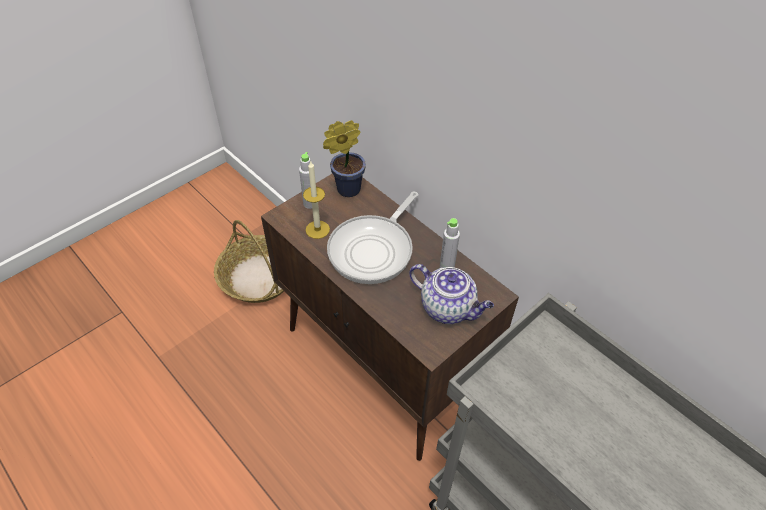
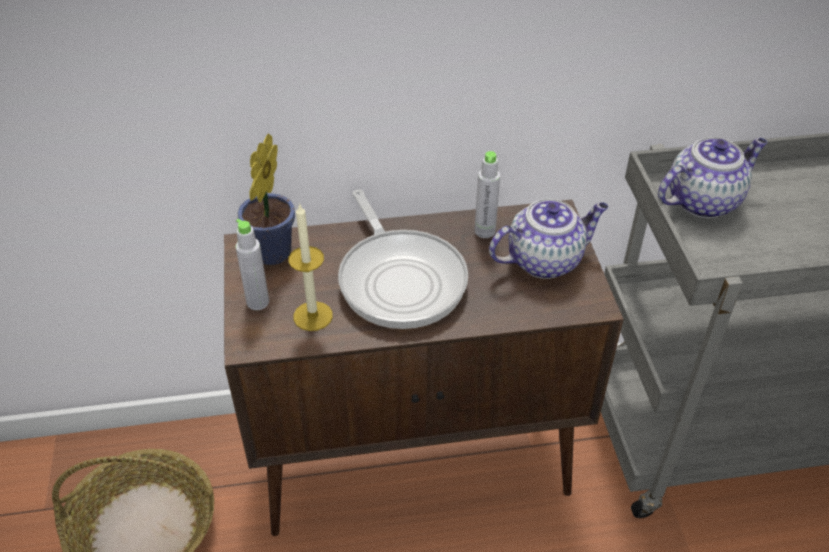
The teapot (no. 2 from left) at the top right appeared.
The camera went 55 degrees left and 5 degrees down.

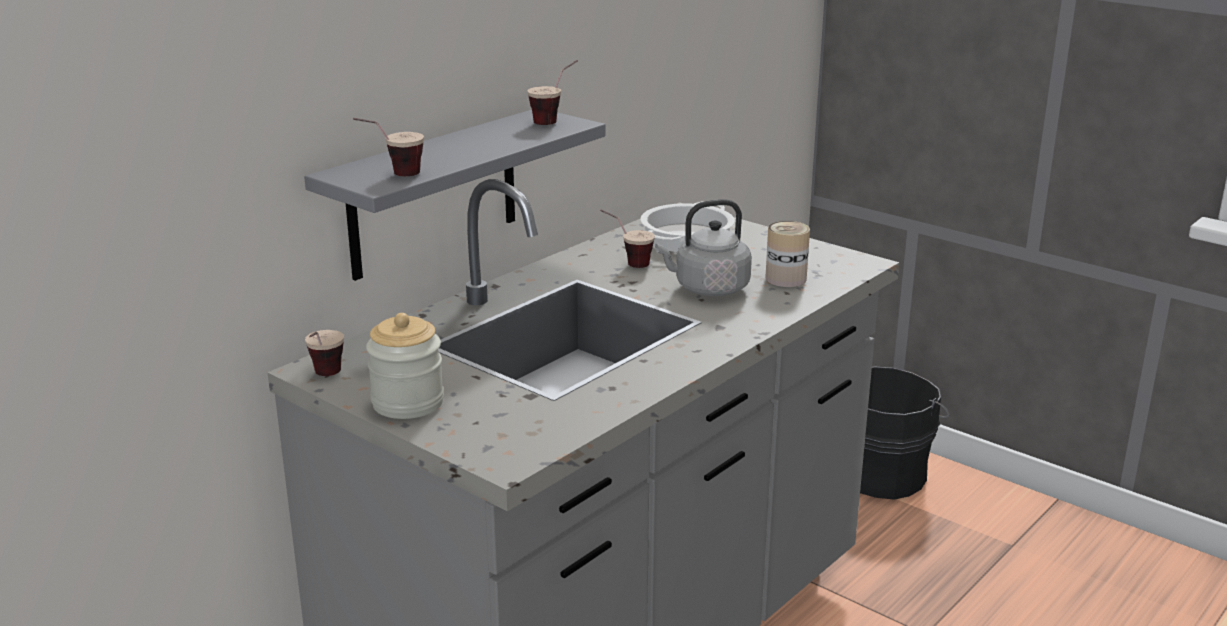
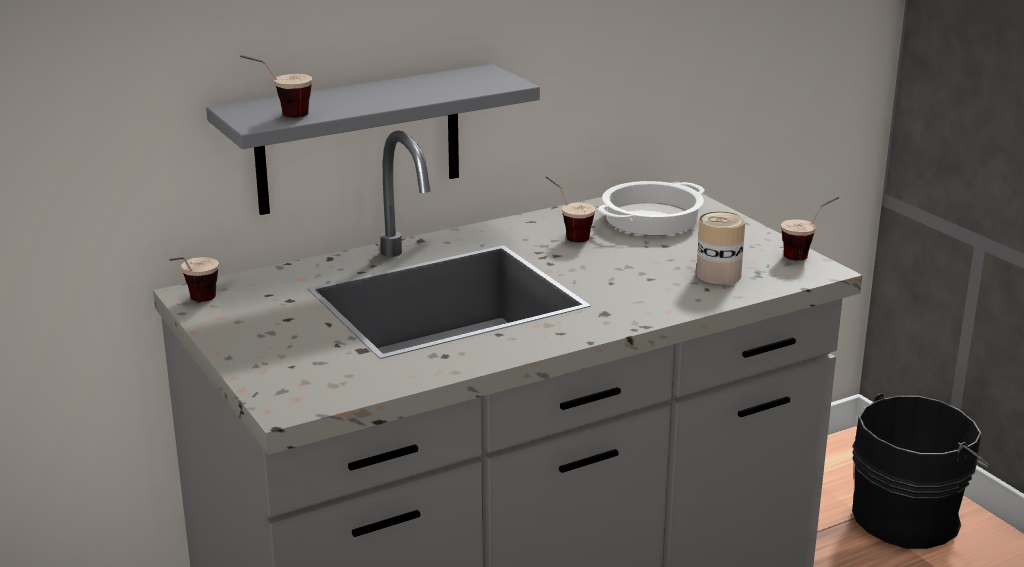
The preserve jar at the middle left disappeared.
The small cup (no. 3 from left in the first image) moved from the top centre to the middle right.
The greyish kettle at the centre disappeared.
The camera went 20 degrees right and 0 degrees up.

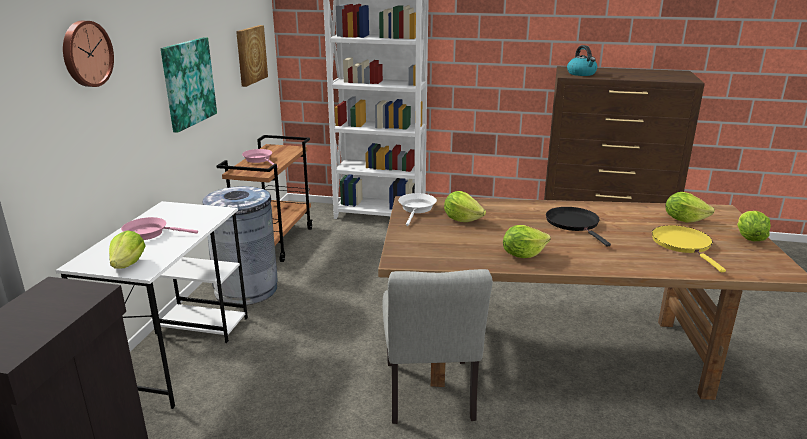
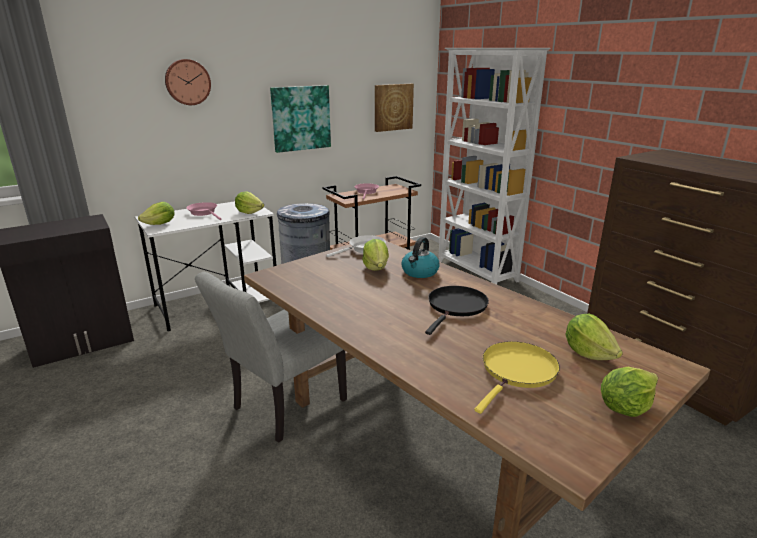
The lettuce head (no. 3 from left in the first image) moved from the centre to the middle left.
The kettle moved from the top right to the centre.
The camera went 45 degrees right and 0 degrees up.

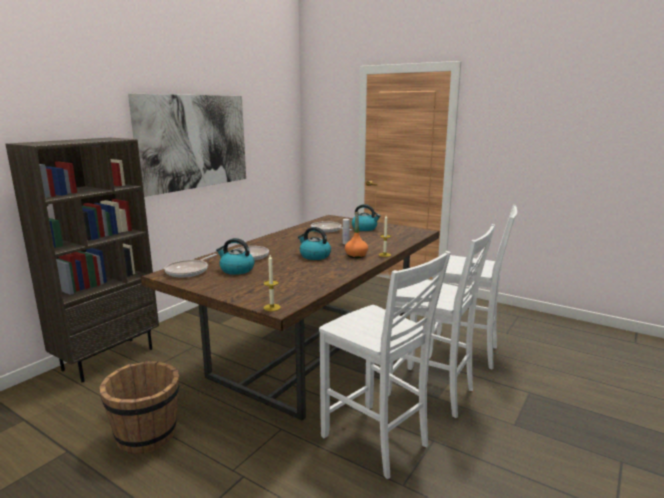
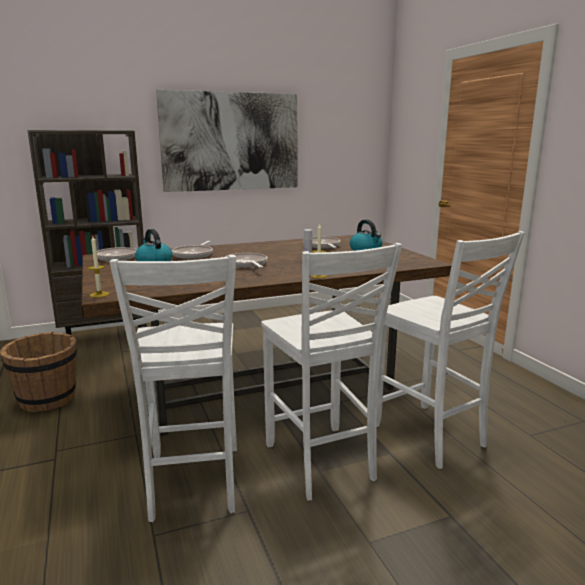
The kettle (no. 2 from left) at the centre was replaced by the skillet (no. 3 from left) at the centre.
The orange drink bottle at the centre disappeared.
The camera went 35 degrees right and 0 degrees up.

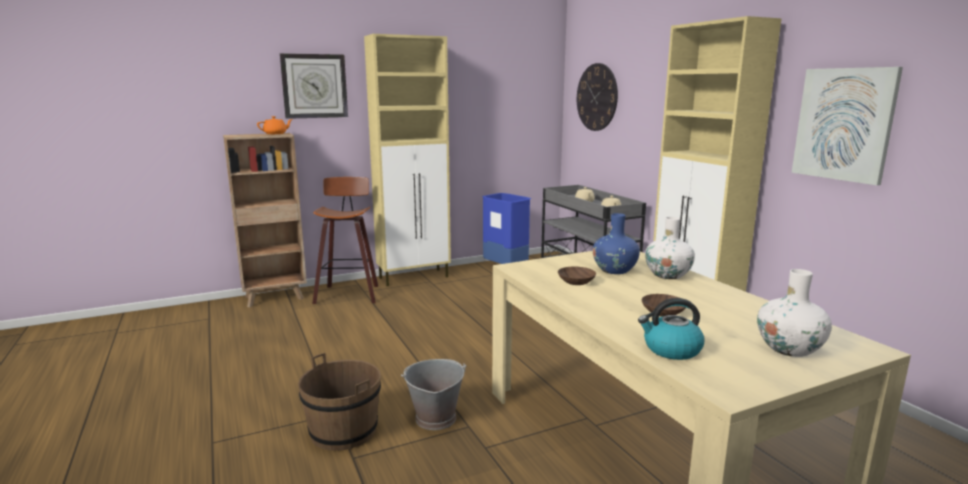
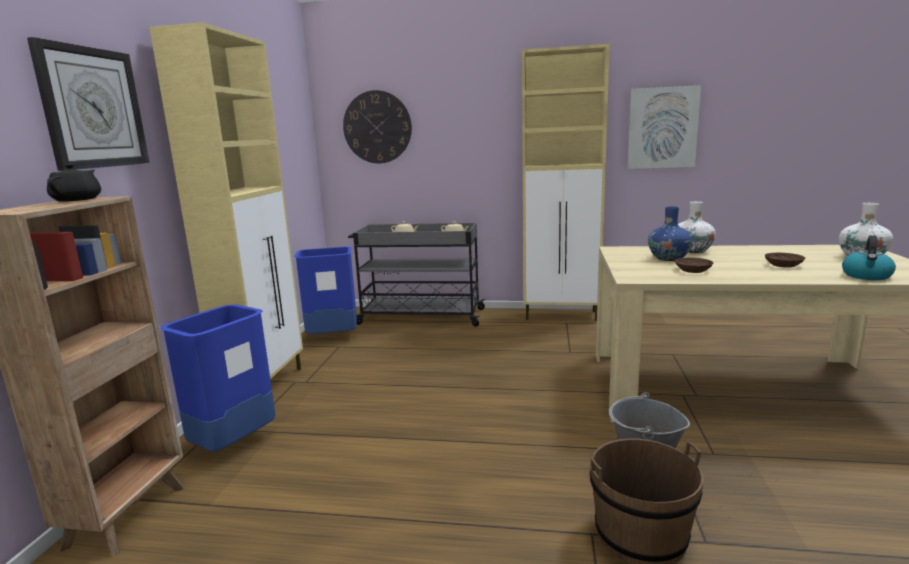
The orange teapot at the top left became the black-coloured teapot at the top left.
The stool seat at the centre was replaced by the bluish waste bin (no. 1 from left) at the bottom left.
The camera went 55 degrees left and 0 degrees up.

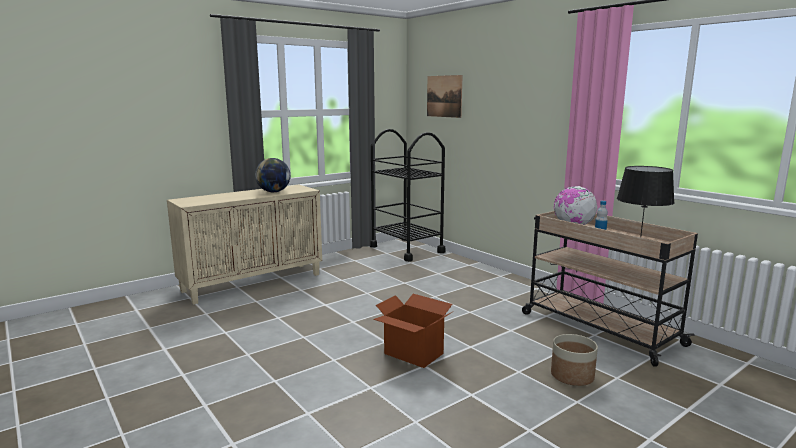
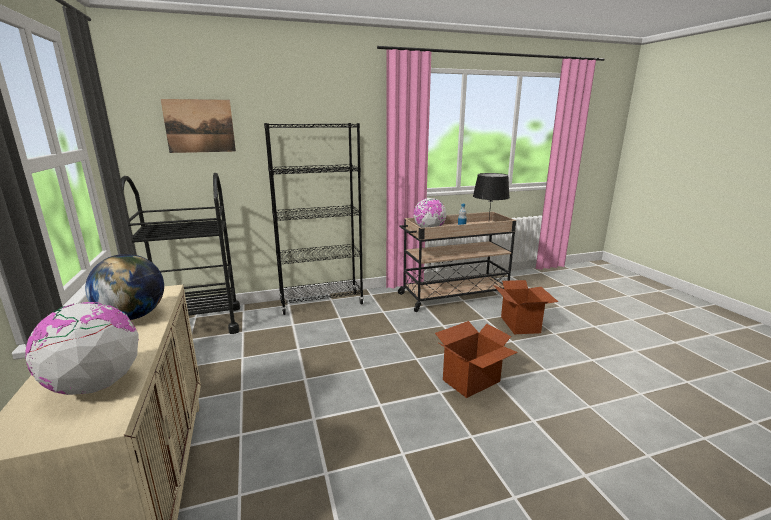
The flower pot at the bottom right was replaced by the cardboard box (no. 2 from left) at the middle right.
The desk globe (no. 1 from left) at the bottom left appeared.
The black-coloured bookcase at the centre appeared.
The camera went 70 degrees left and 5 degrees up.

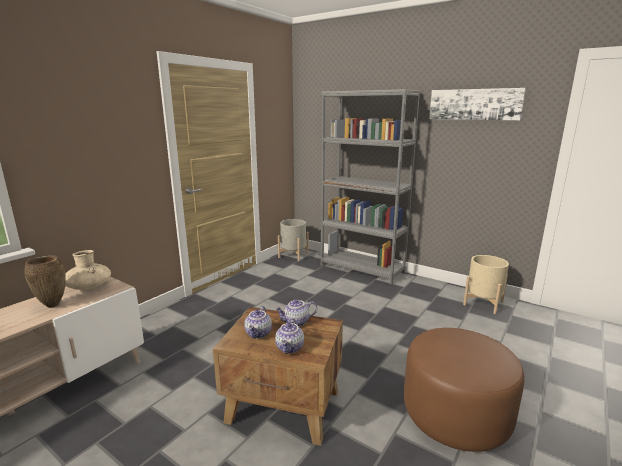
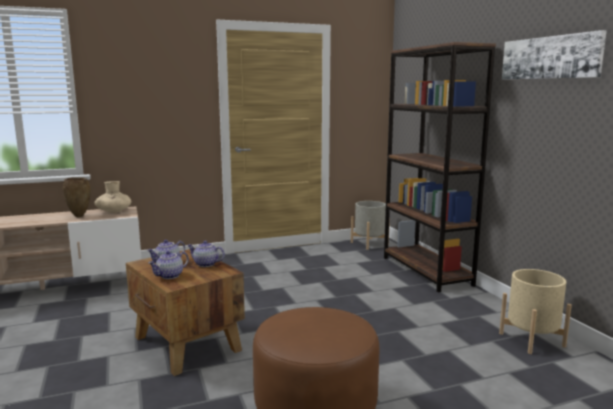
The greyish bookcase at the centre became the brown bookcase at the middle right.
The camera went 35 degrees right and 5 degrees down.

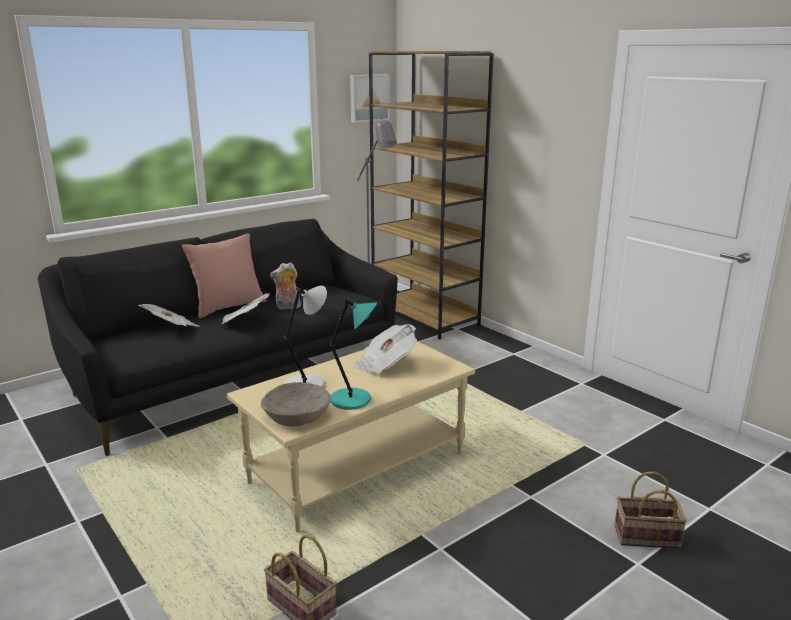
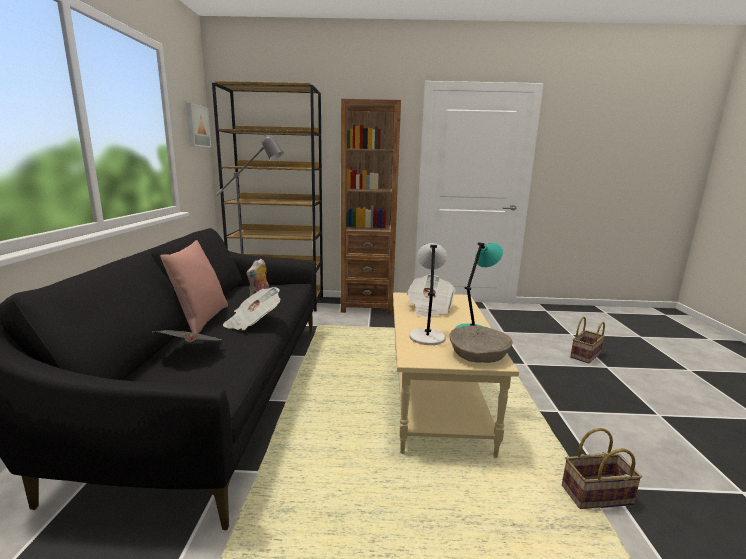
The brown bookcase (no. 2 from left) at the centre appeared.
The camera went 50 degrees left and 5 degrees down.

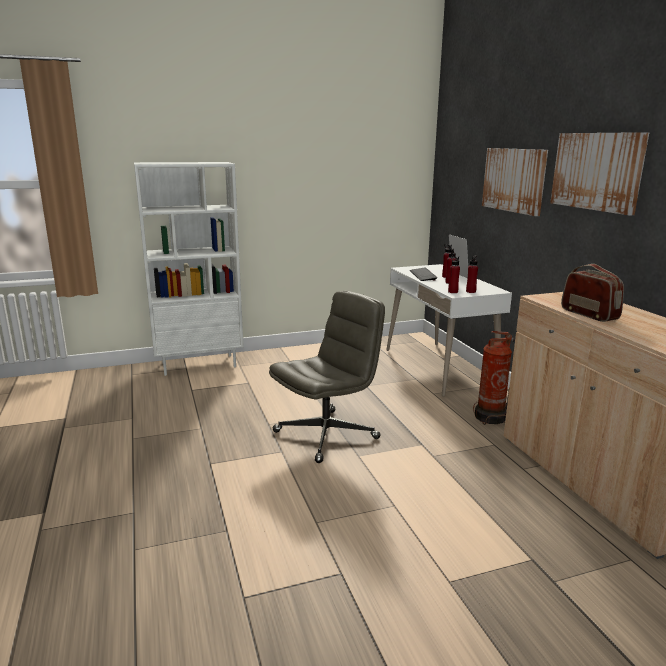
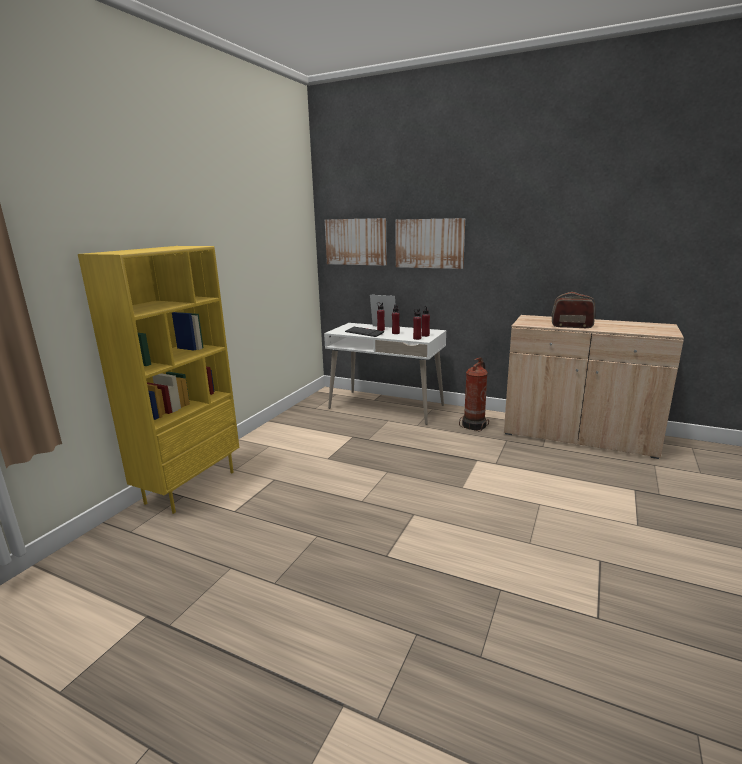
The white-coloured bookcase at the middle left became the yellow bookcase at the middle left.
The greyish computer chair at the centre disappeared.
The wall art (no. 2 from left in the first image) moved from the top right to the top centre.
The camera went 45 degrees left and 0 degrees up.

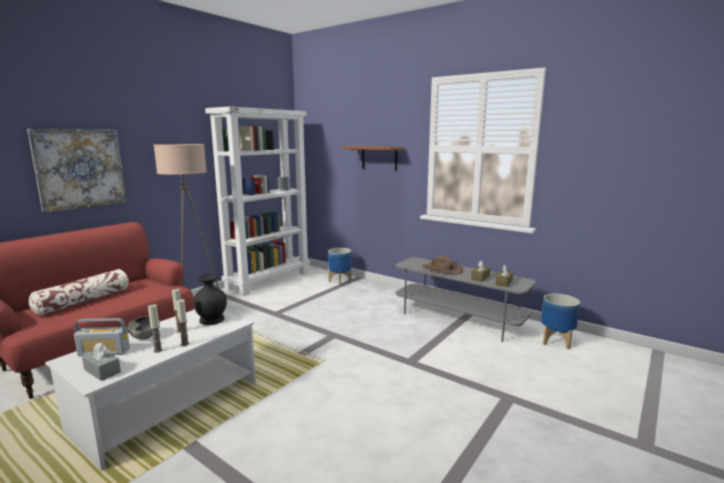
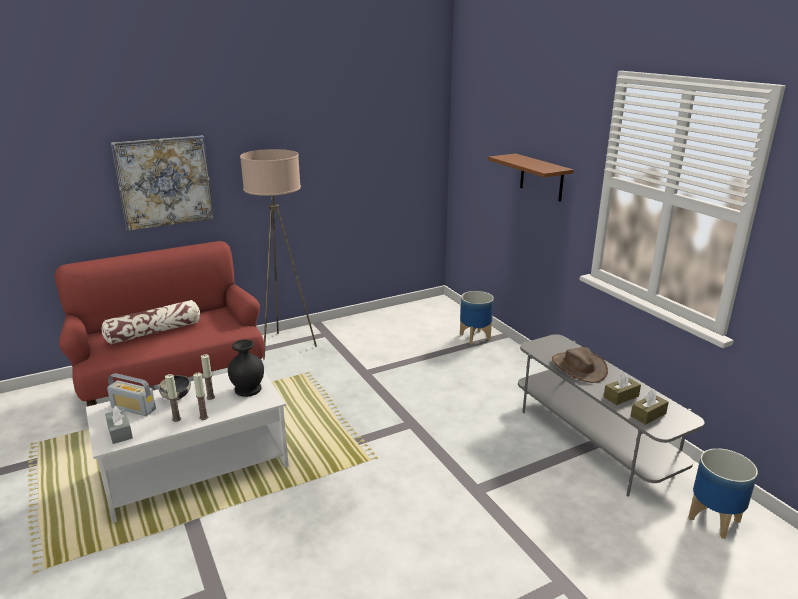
The white-coloured bookcase at the centre disappeared.
The camera went 25 degrees right and 10 degrees up.

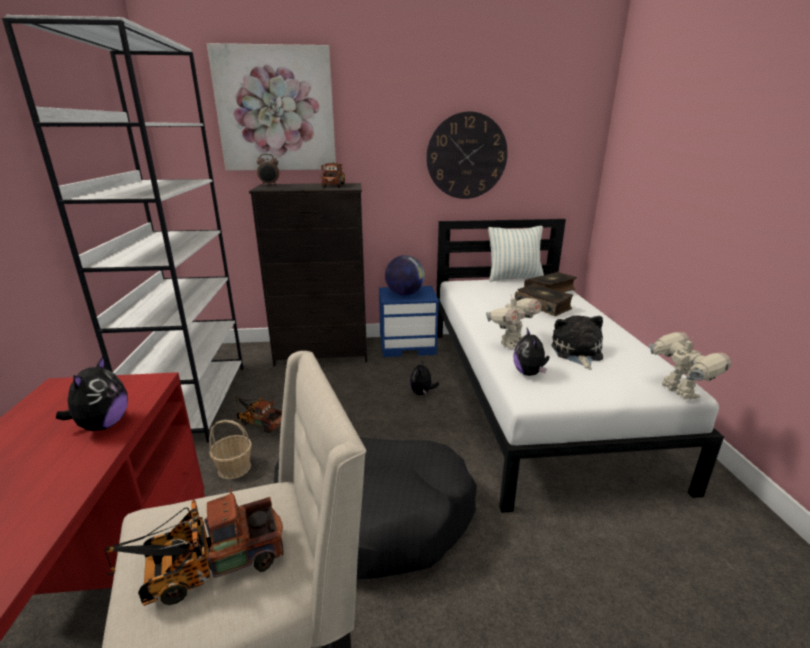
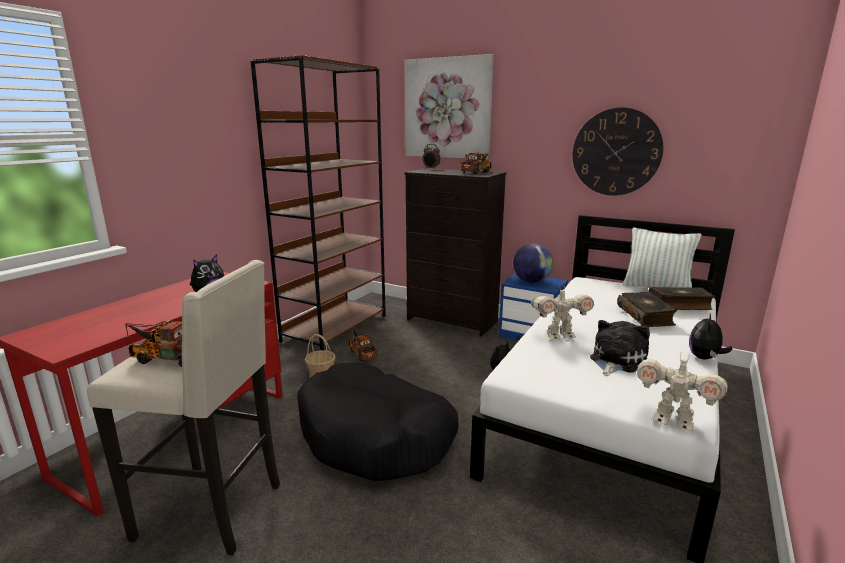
The white-coloured bookcase at the middle left became the brown bookcase at the centre.
The soft toy (no. 3 from left in the first image) moved from the centre to the middle right.
The toy robot (no. 2 from left) at the middle right turned 105 degrees clockwise.
The camera went 35 degrees right and 5 degrees down.

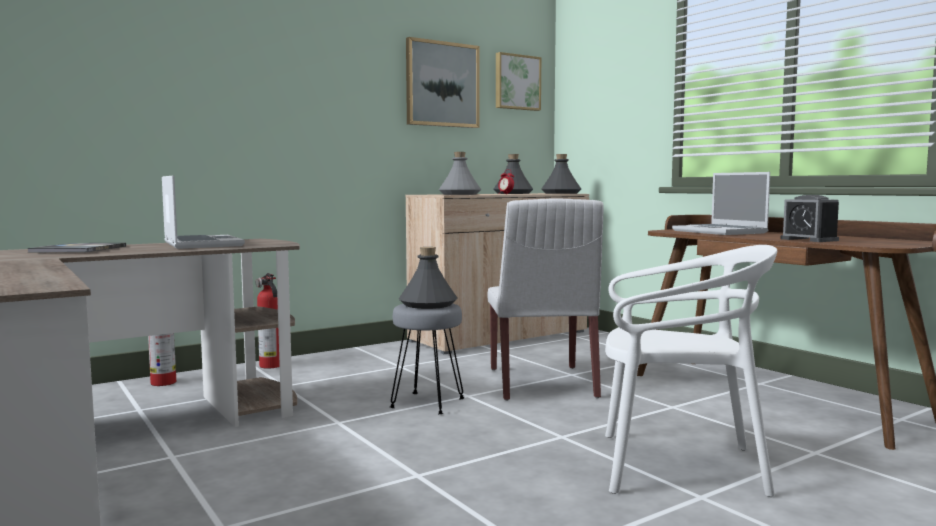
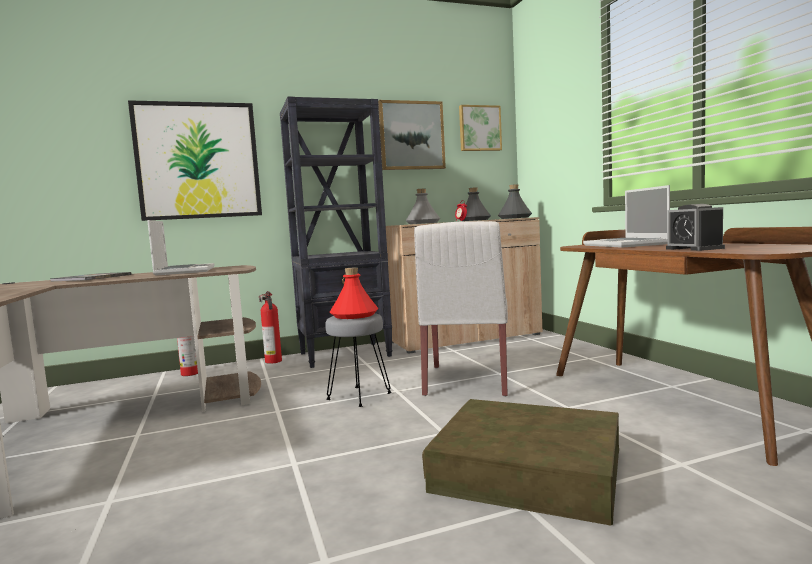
The greyish drink bottle (no. 1 from left) at the centre became the red-coloured drink bottle at the centre.
The white-coloured chair (no. 2 from left) at the bottom right was replaced by the brown storage bin at the bottom centre.
The wall art (no. 1 from left) at the top left appeared.
The black-coloured bookcase at the centre appeared.
The camera went 15 degrees right and 0 degrees up.

